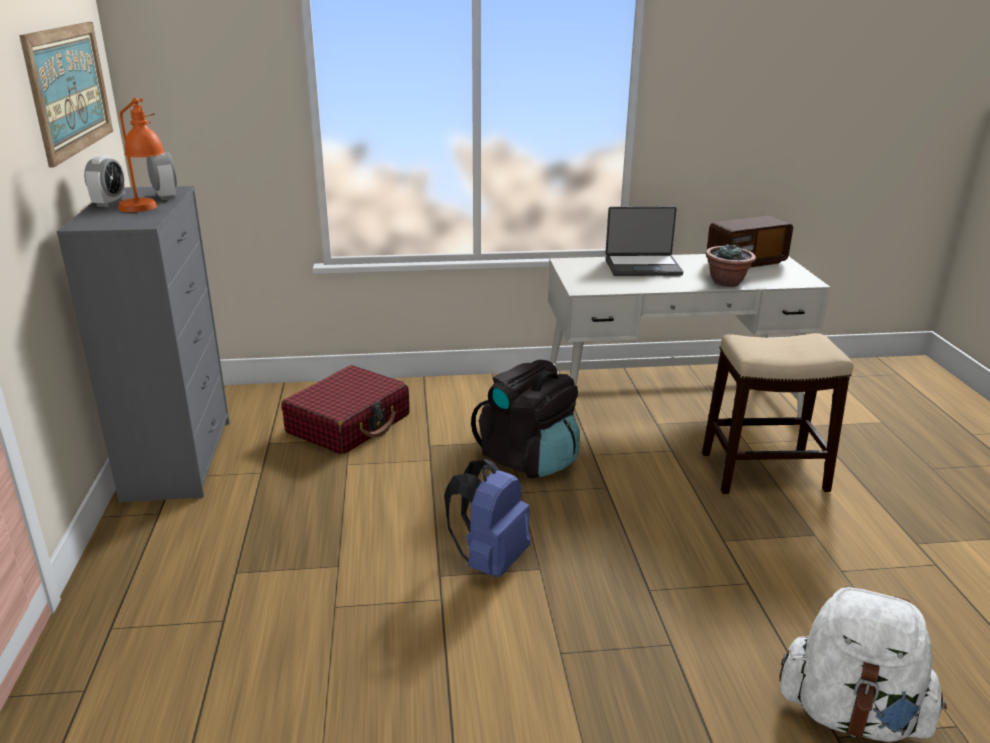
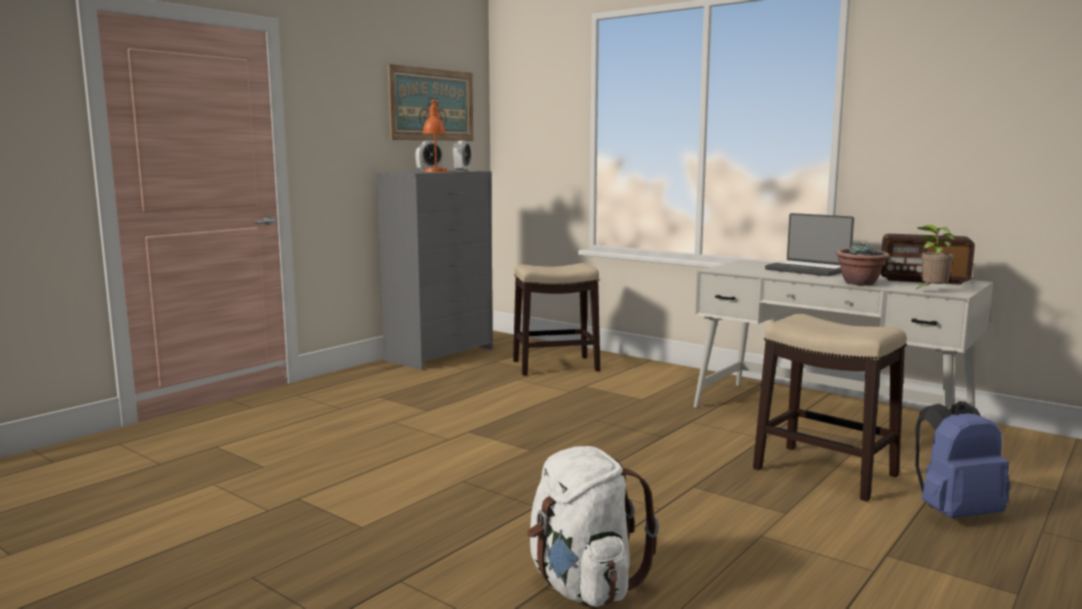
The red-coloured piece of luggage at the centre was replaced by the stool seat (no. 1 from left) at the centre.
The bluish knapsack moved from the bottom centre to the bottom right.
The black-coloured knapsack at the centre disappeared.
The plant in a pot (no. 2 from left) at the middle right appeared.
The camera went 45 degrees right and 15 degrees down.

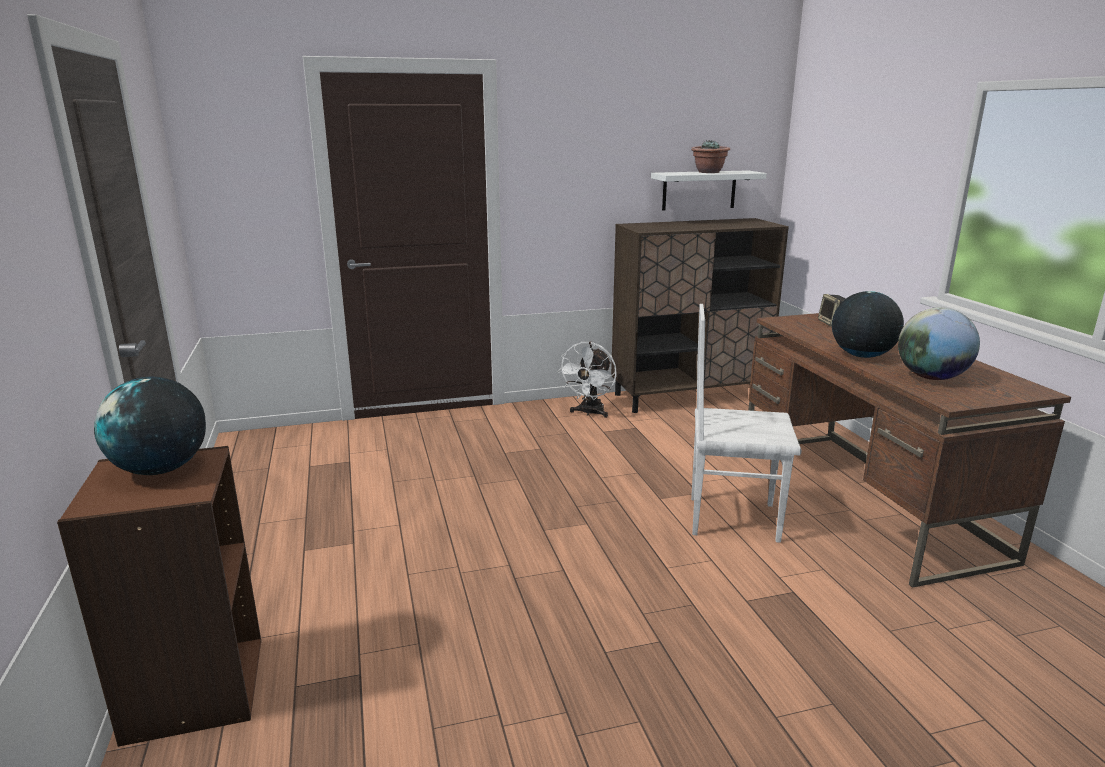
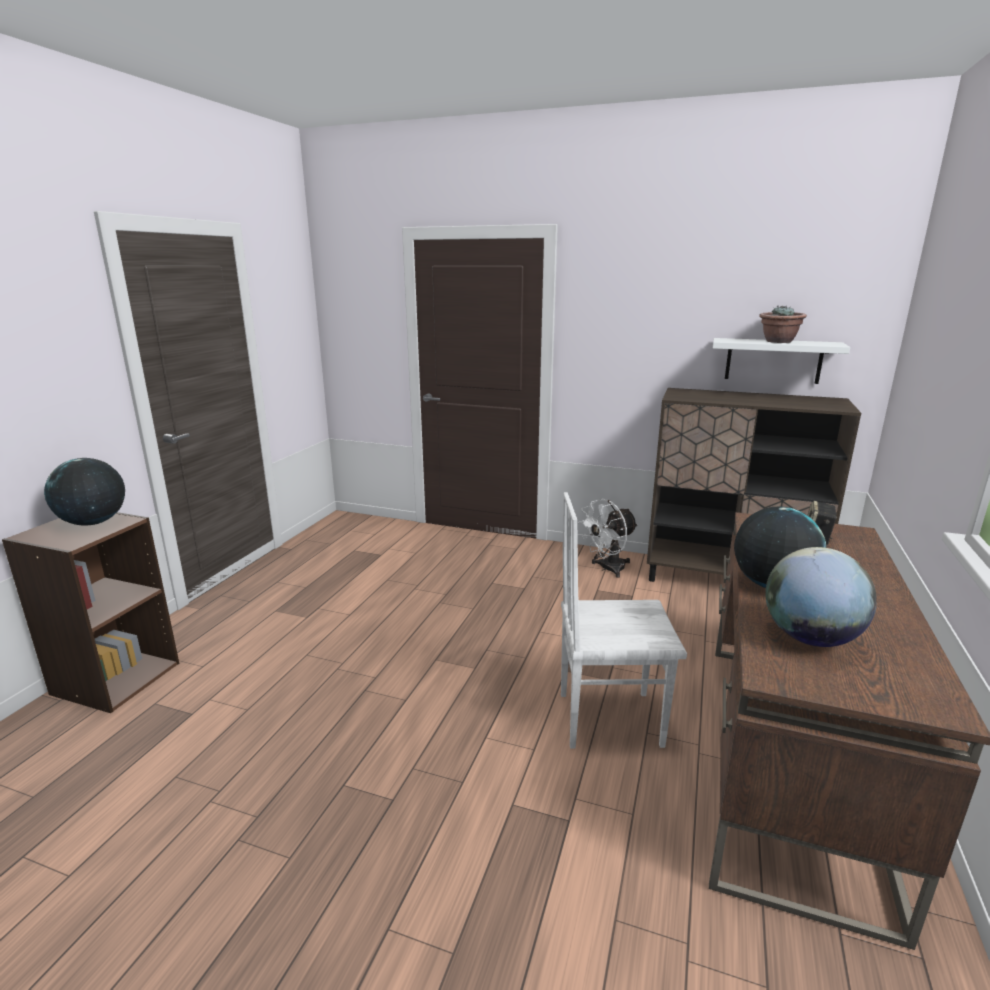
The white-coloured chair at the middle right turned 45 degrees counterclockwise.
The camera went 35 degrees right and 0 degrees up.

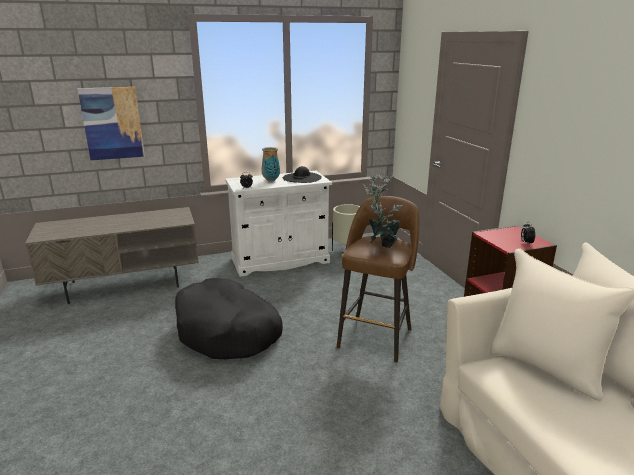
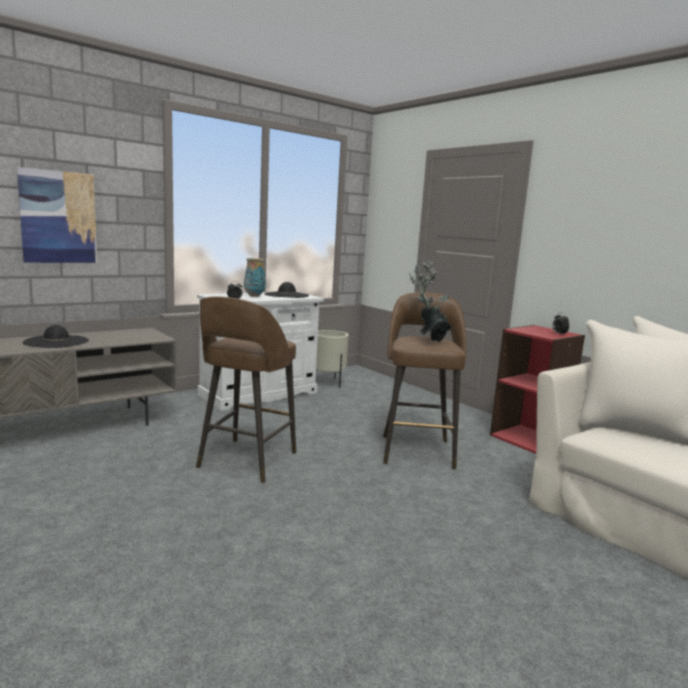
The black-coloured dog bed at the bottom centre was replaced by the brown stool seat (no. 1 from left) at the centre.
The black-coloured wearable hat (no. 1 from left) at the middle left appeared.
The camera went 20 degrees left and 10 degrees down.

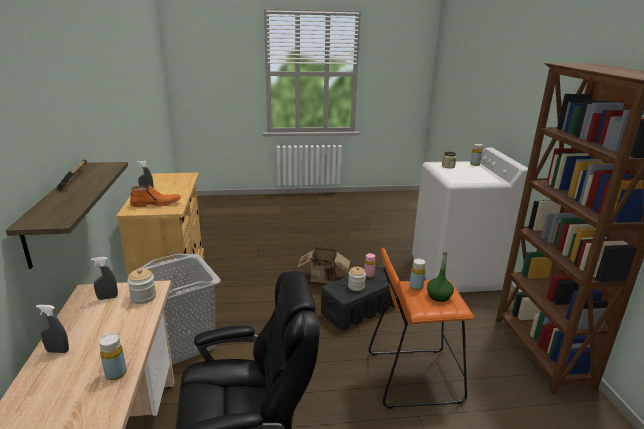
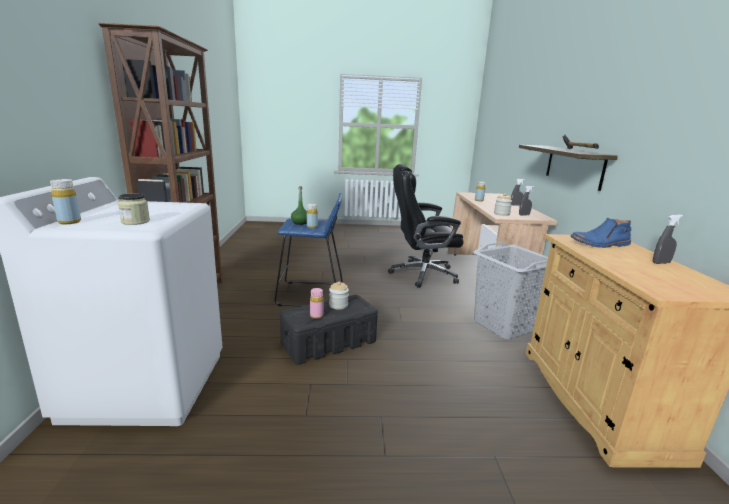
The orange tall boot at the middle left became the bluish tall boot at the middle right.
The cardboard box at the centre disappeared.
The orange stool seat at the bottom centre became the bluish stool seat at the centre.
The camera went 175 degrees left and 5 degrees down.

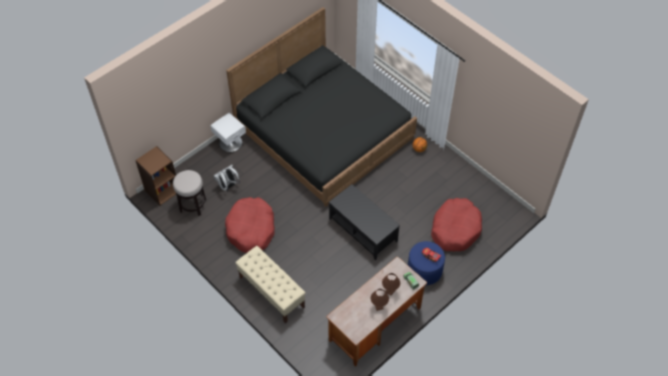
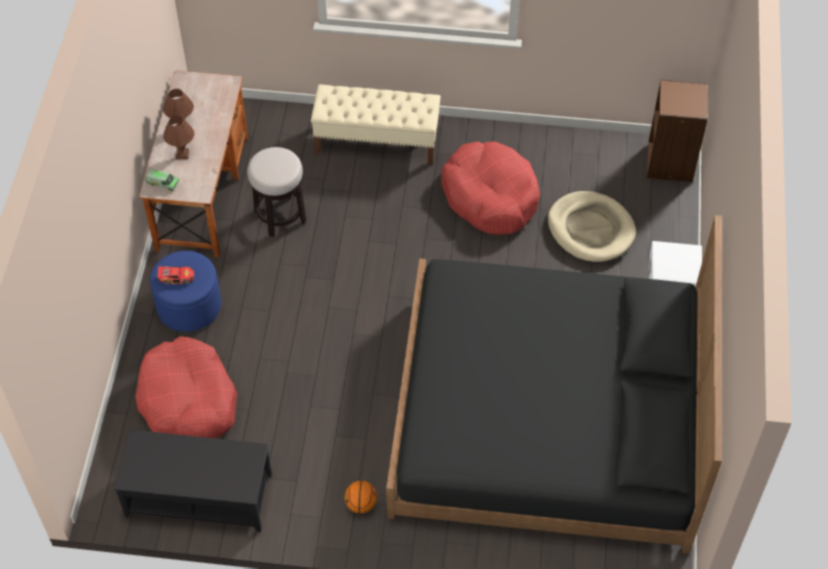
The stool seat moved from the middle left to the centre.
The white-coloured knapsack at the centre was replaced by the beige dog bed at the middle right.
The black-coloured lounge table moved from the centre to the bottom left.
The camera went 140 degrees right and 0 degrees up.

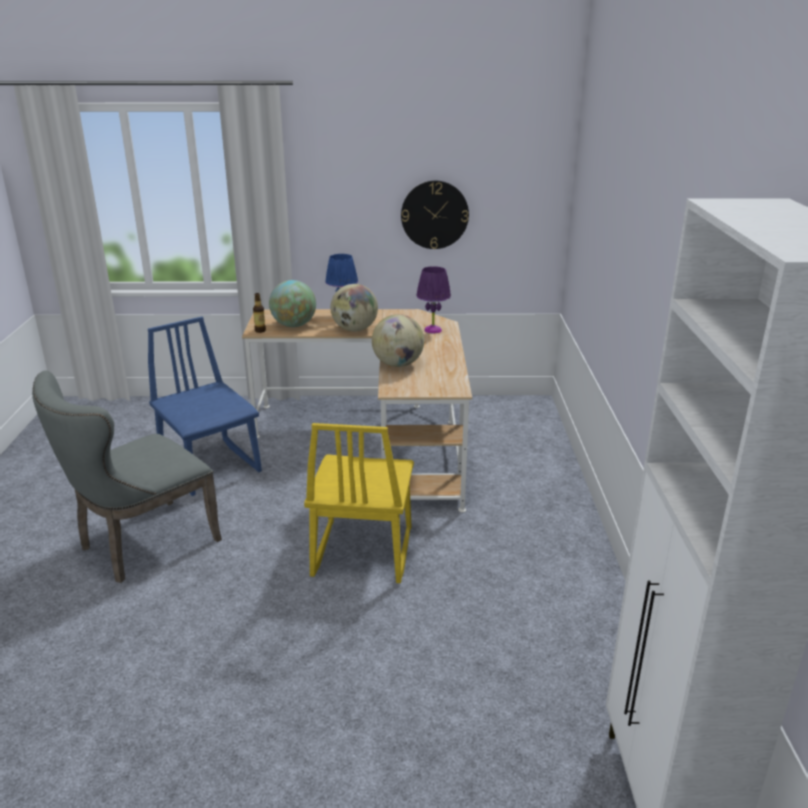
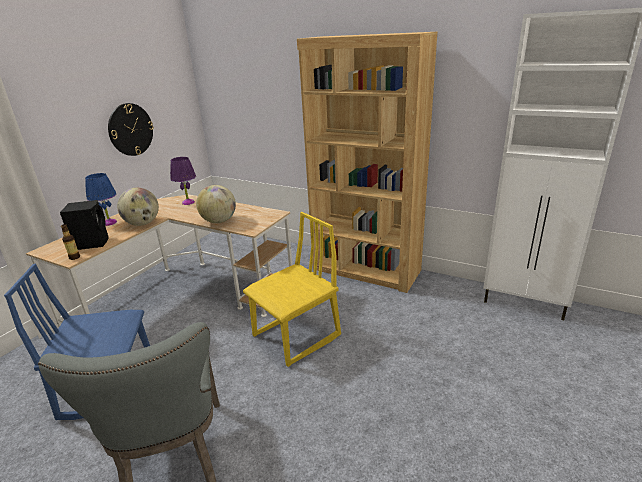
The desk globe (no. 1 from left) at the centre was replaced by the black-coloured speaker at the middle left.
The yellow chair at the centre turned 75 degrees counterclockwise.
The brown bookcase at the centre appeared.
The camera went 60 degrees left and 0 degrees up.

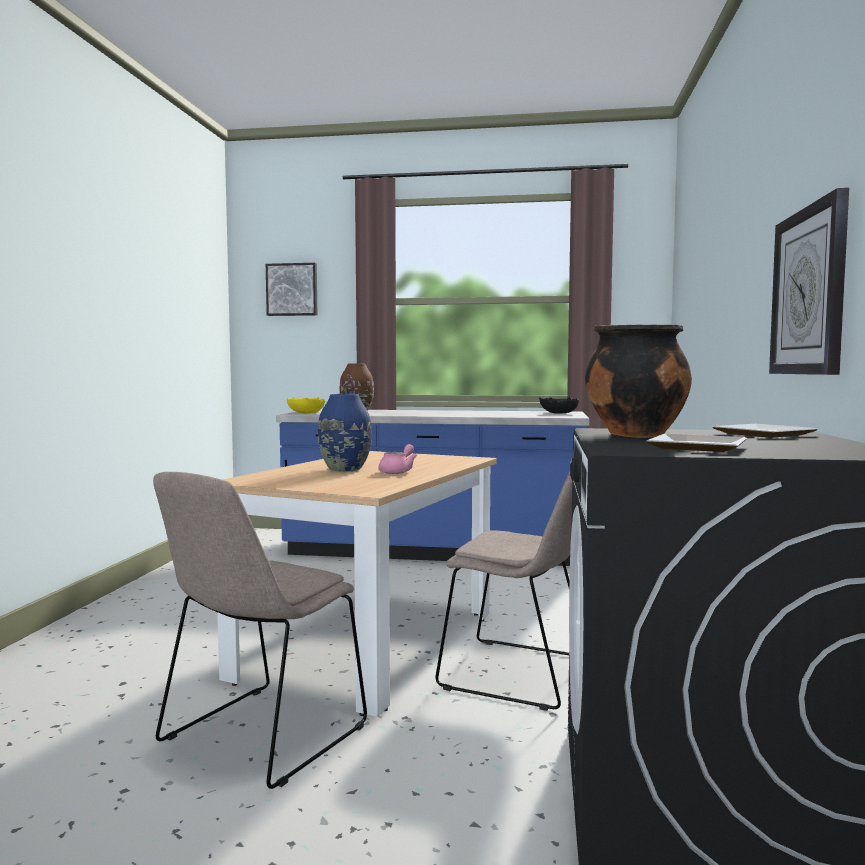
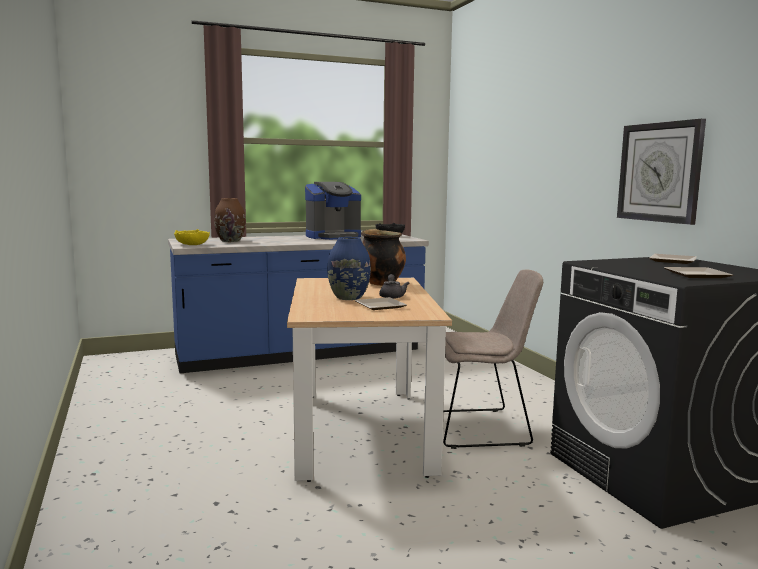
The beige chair (no. 1 from left) at the bottom left disappeared.
The wall art at the centre disappeared.
The pinkish teapot at the centre became the greyish teapot at the centre.
The saucepot moved from the middle right to the centre.
The coffee machine at the centre appeared.
The plate (no. 1 from left) at the centre appeared.
The camera went 30 degrees left and 5 degrees up.

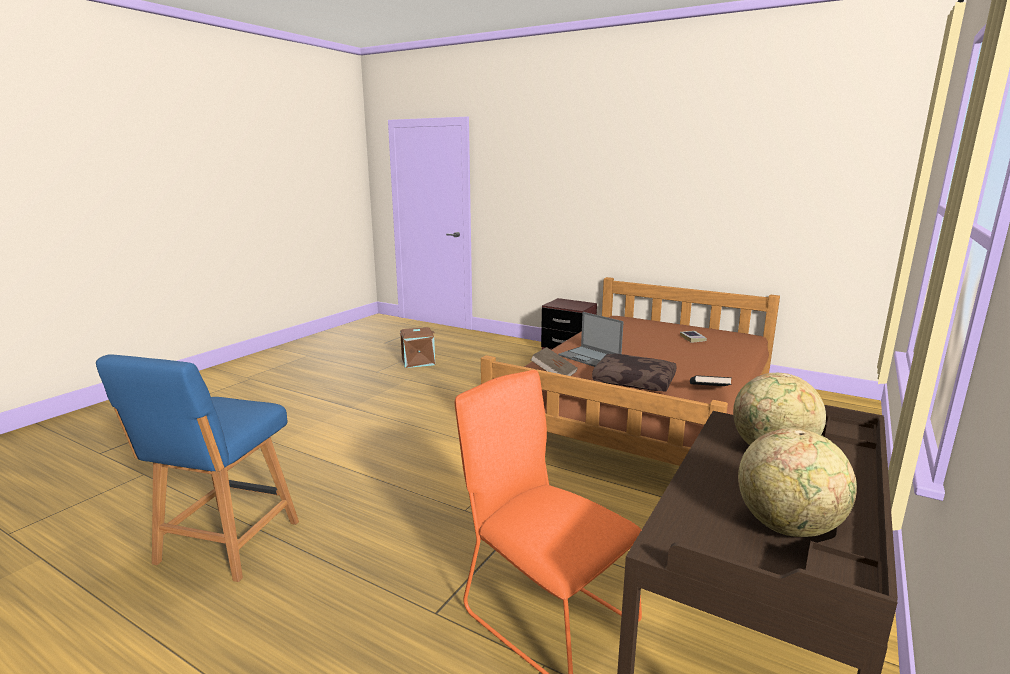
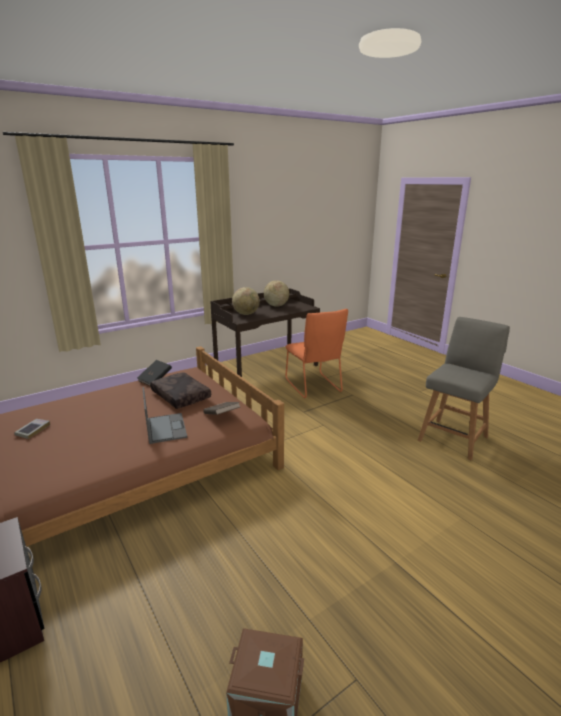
The bluish chair at the bottom left became the greyish chair at the middle right.
The camera went 155 degrees left and 5 degrees up.

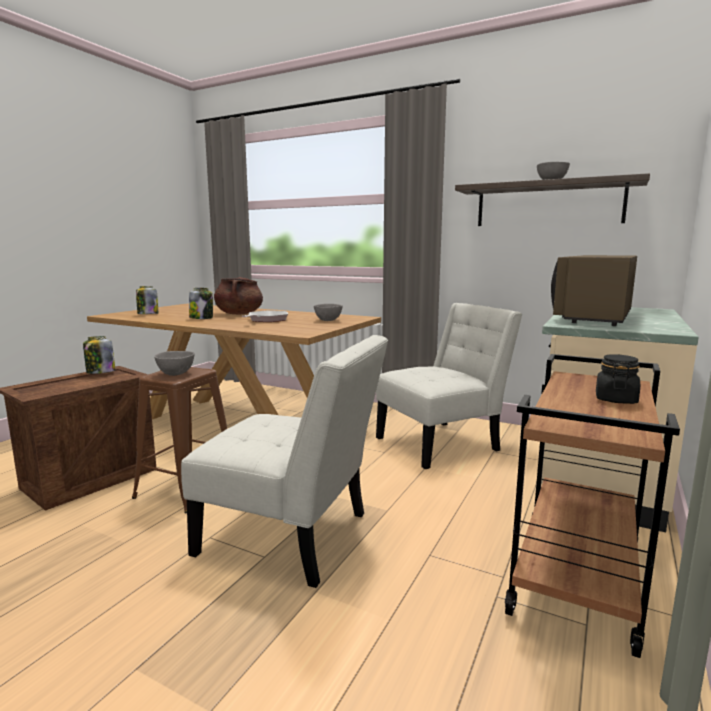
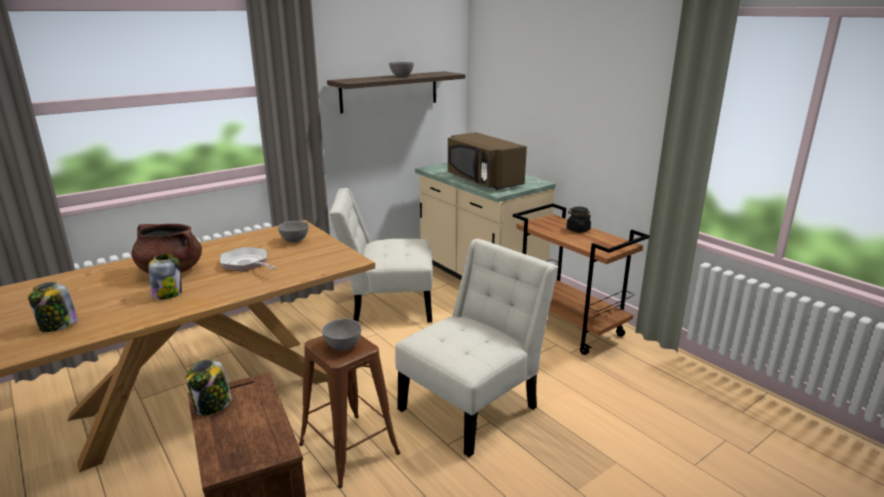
The white-coloured chair (no. 2 from left in the first image) at the centre turned 90 degrees counterclockwise.
The camera went 65 degrees left and 10 degrees up.

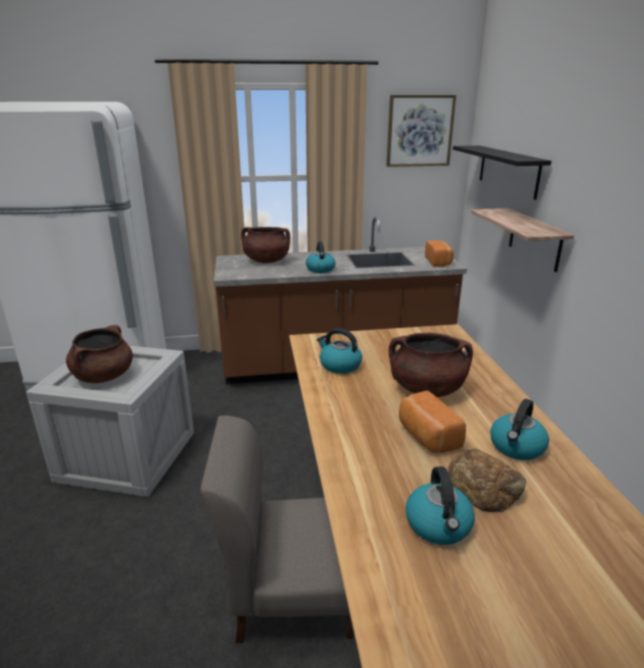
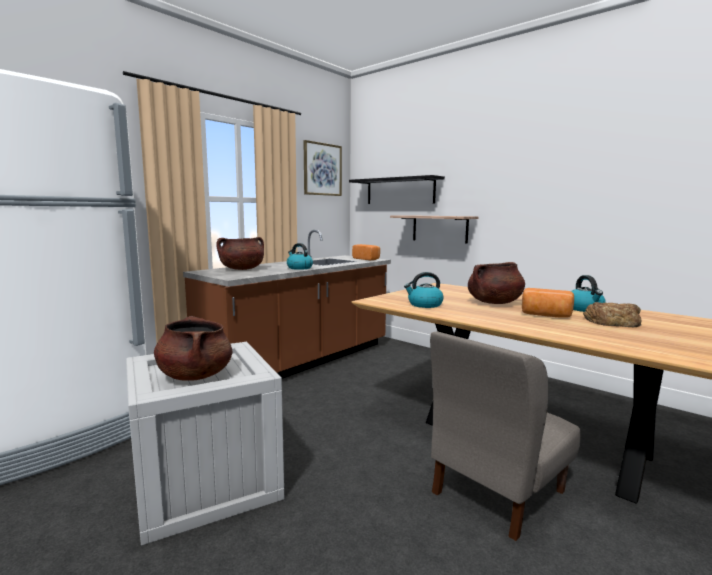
The kettle (no. 3 from left) at the bottom right disappeared.
The camera went 40 degrees left and 15 degrees down.

